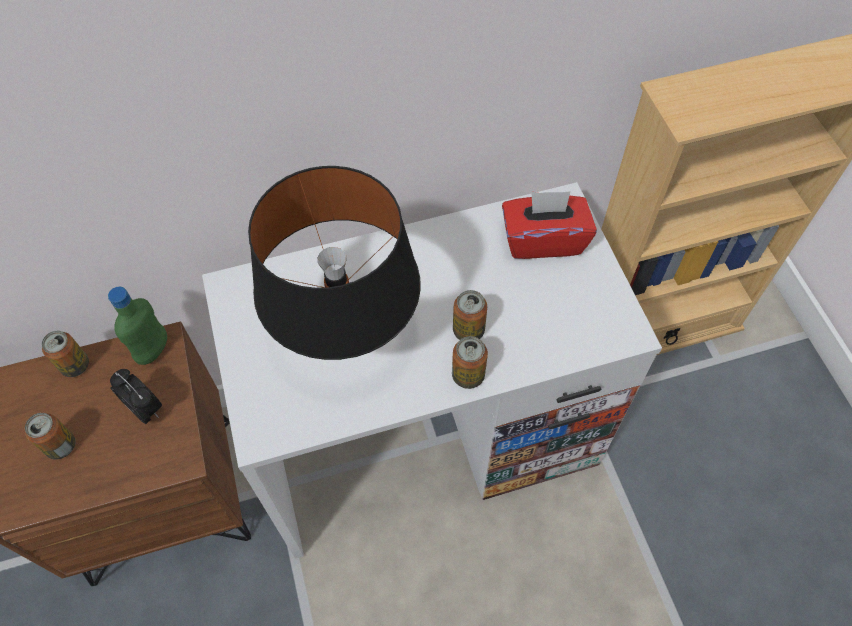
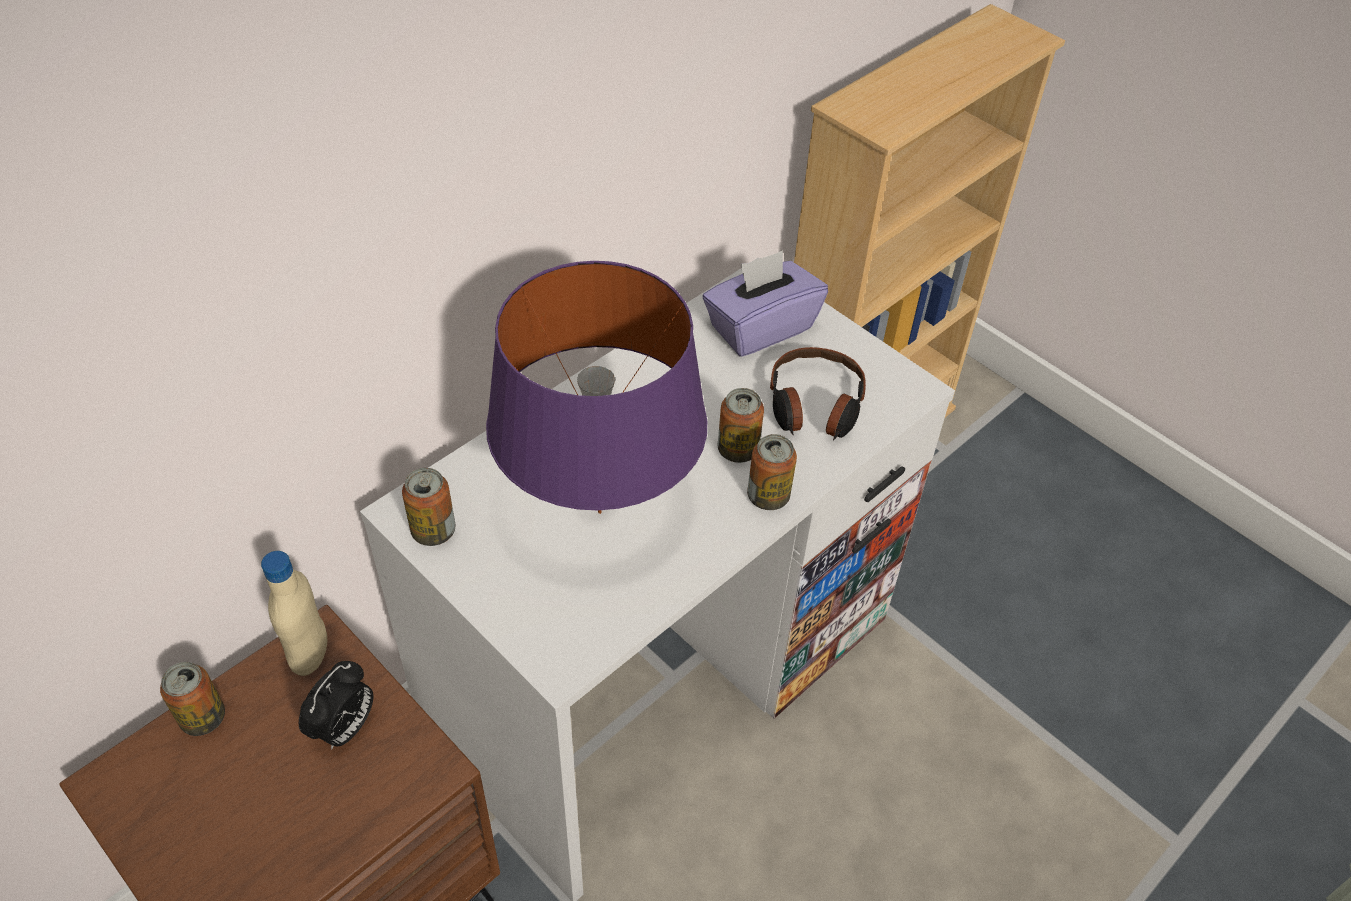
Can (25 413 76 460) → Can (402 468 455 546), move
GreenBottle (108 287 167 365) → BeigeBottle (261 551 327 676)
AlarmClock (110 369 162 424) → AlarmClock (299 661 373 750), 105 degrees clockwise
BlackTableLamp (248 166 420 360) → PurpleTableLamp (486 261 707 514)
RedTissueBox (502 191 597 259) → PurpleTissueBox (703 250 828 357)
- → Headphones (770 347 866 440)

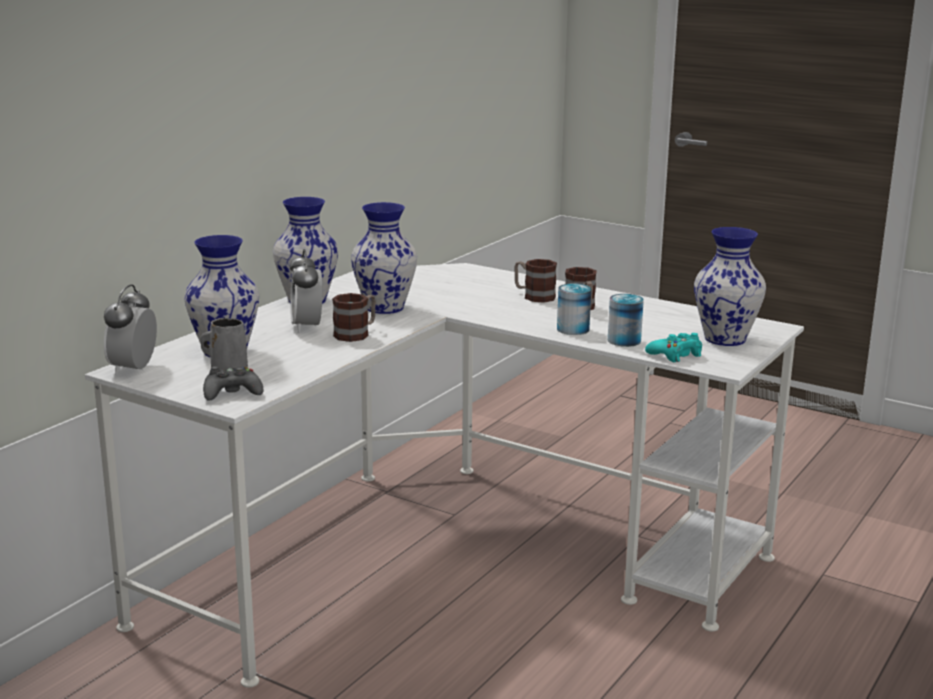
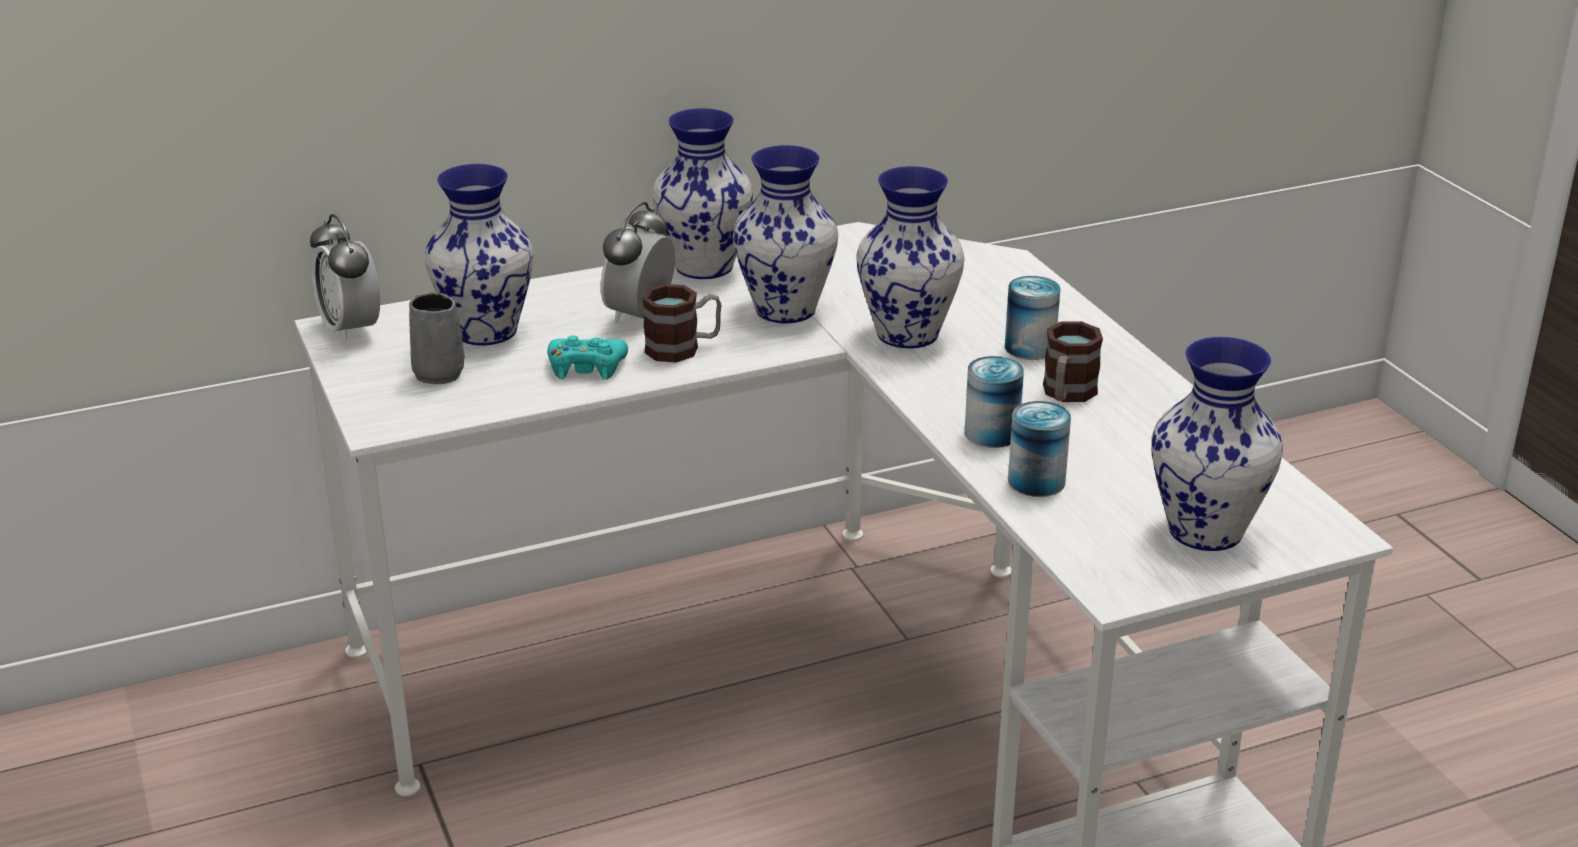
AlarmClock (104 284 157 375) → AlarmClock (310 214 380 343), 75 degrees counterclockwise
BlackGameController (203 366 264 401) → -
Mug (514 259 557 303) → Can (1005 276 1060 360)
TurquoiseGameController (645 333 702 362) → TurquoiseGameController (547 335 628 380), move
- → Vase (856 166 965 348)

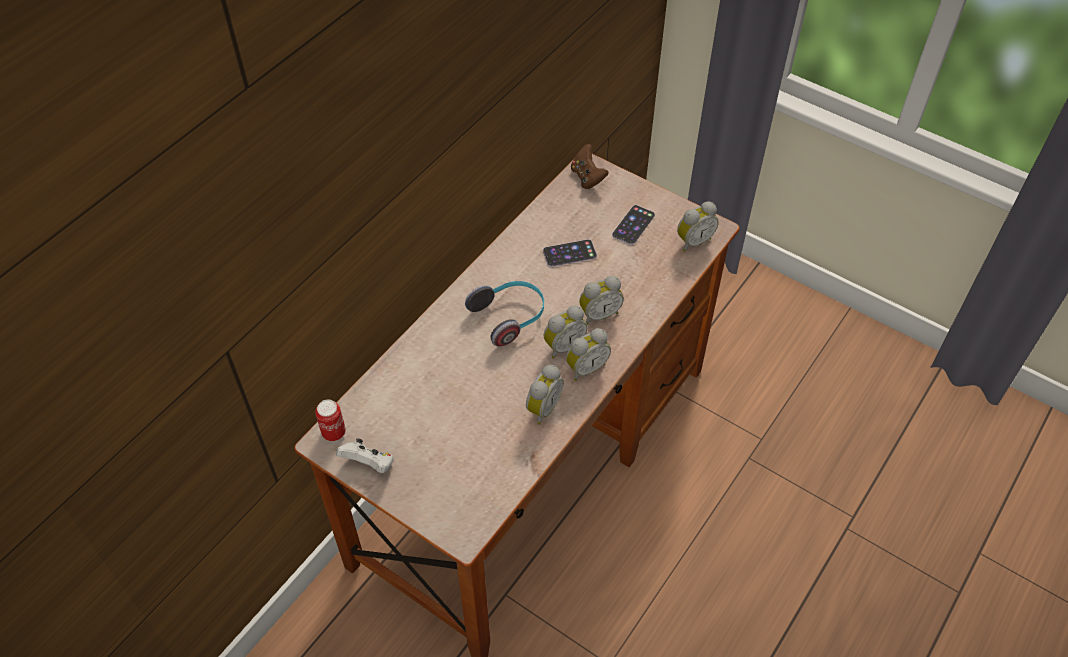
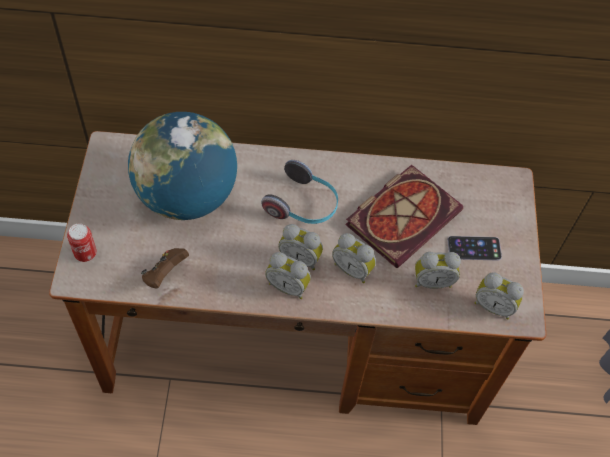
Can (315 399 346 441) → Can (67 223 97 262), move
WhiteGameController (336 438 394 473) → -
AlarmClock (526 365 564 425) → AlarmClock (415 252 461 289), move
Phone (543 239 597 267) → Book (345 165 463 268)
BrownGameController (571 144 609 189) → BrownGameController (141 248 189 289), move
- → Globe (128 112 237 220)

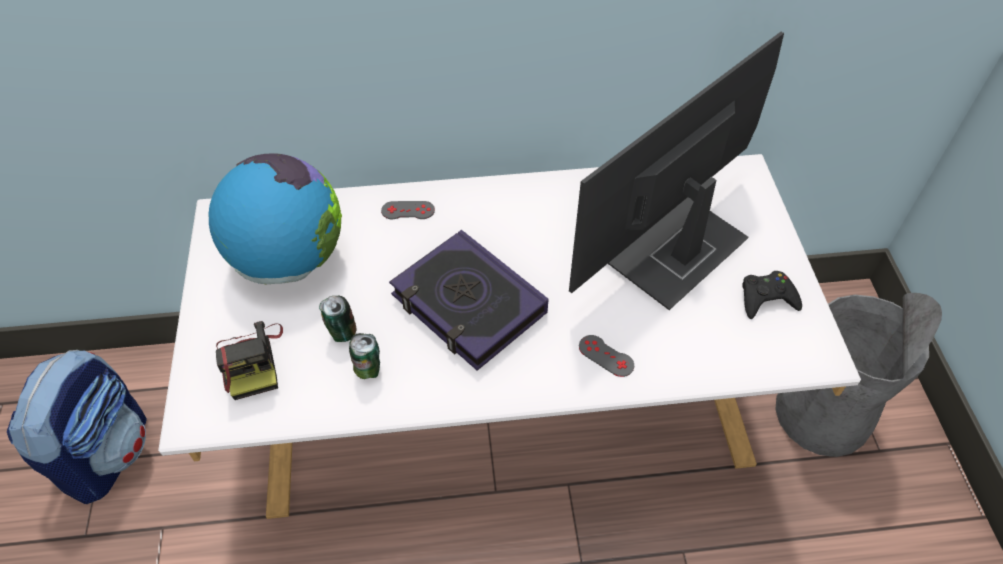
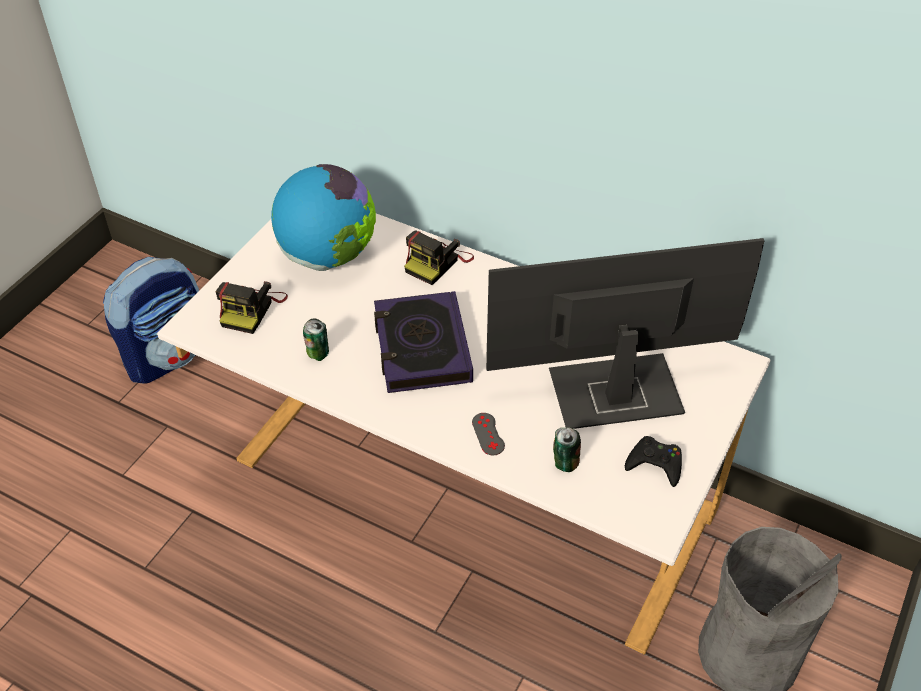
Can (319 296 356 342) → Can (553 427 581 472), move
GreyGameController (381 201 435 219) → PhotoCamera (404 231 474 285)

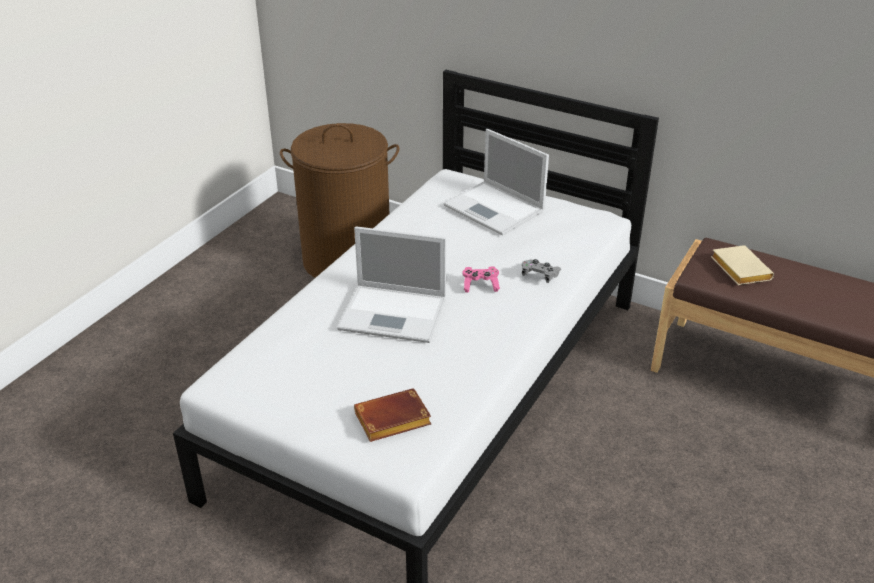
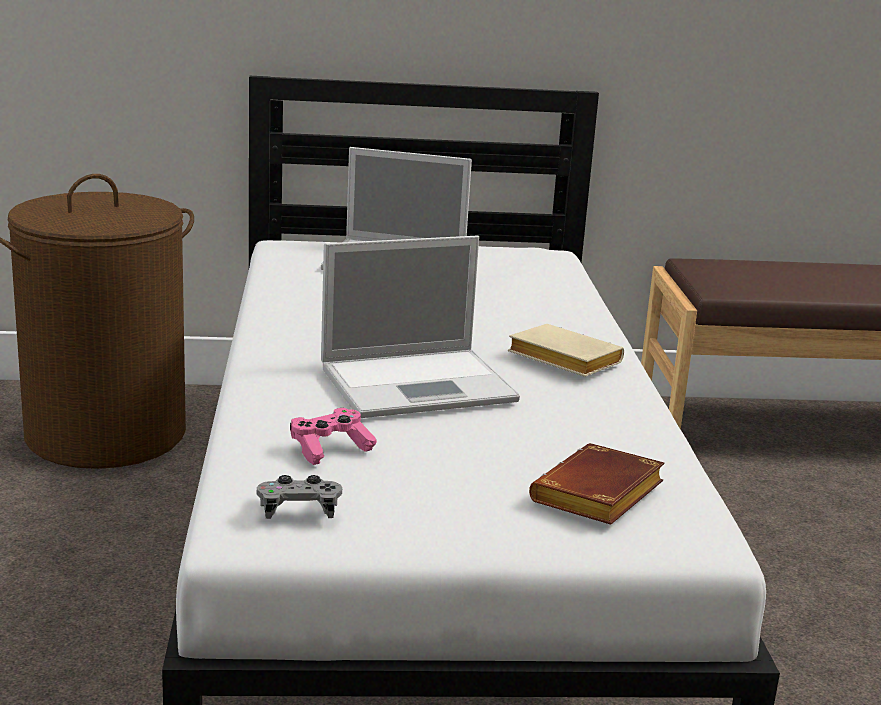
PinkGameController (462 266 500 292) → PinkGameController (290 408 377 465), move
GreyGameController (522 259 561 283) → GreyGameController (257 475 342 519), move
BeigeBook (711 245 774 285) → BeigeBook (508 324 624 377), move

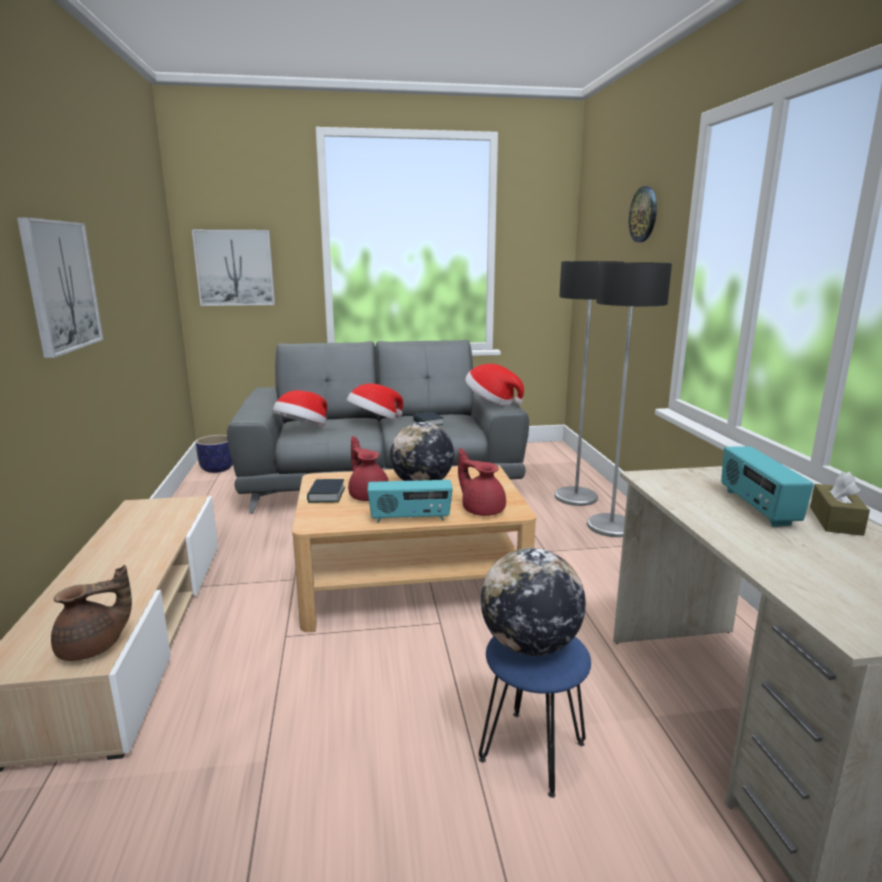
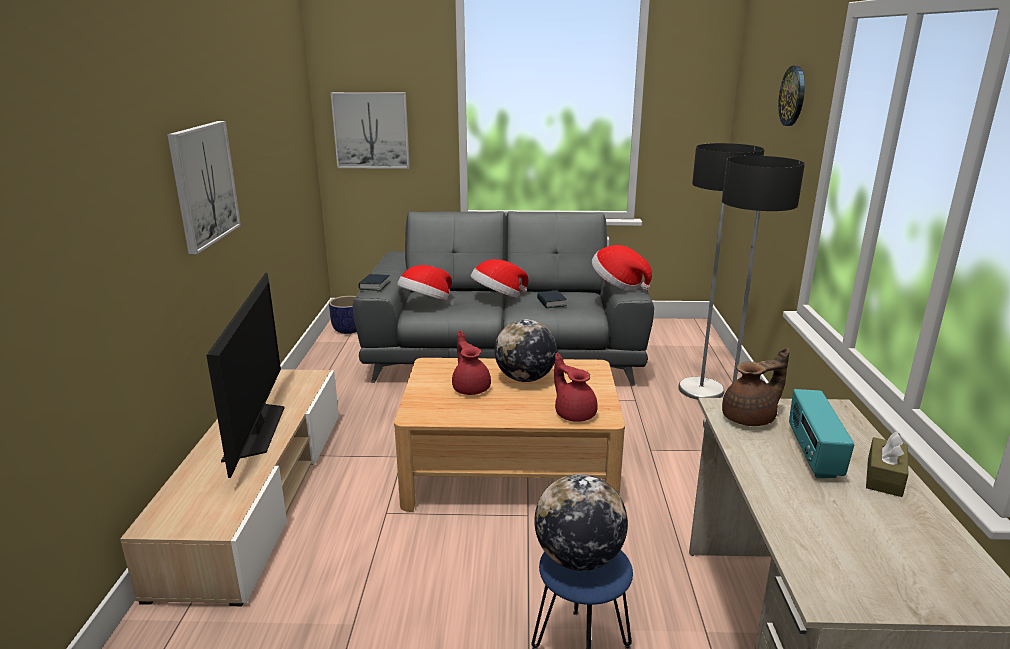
BrownTeapot (51 565 132 661) → BrownTeapot (722 347 790 426), move
Book (307 479 345 503) → Book (359 274 391 291), move
Radio (367 480 453 522) → -
- → Television (206 273 285 478)

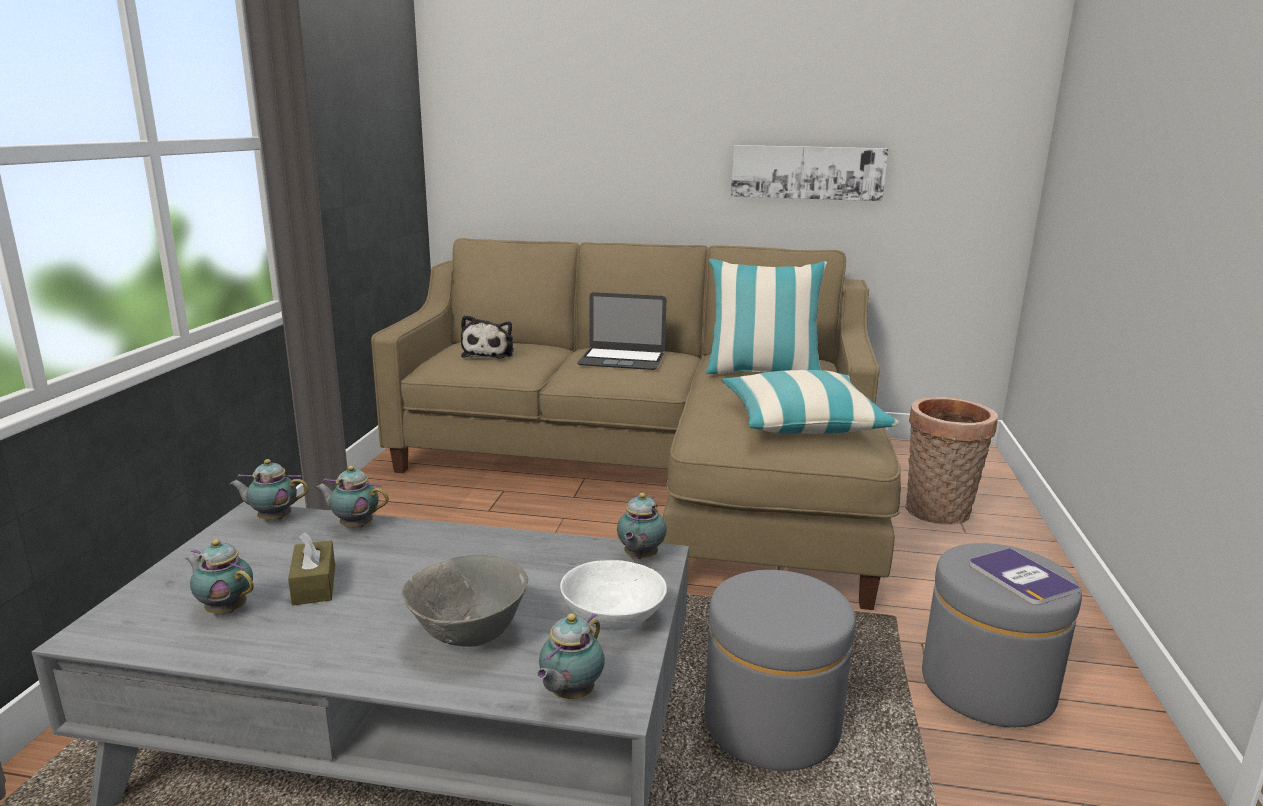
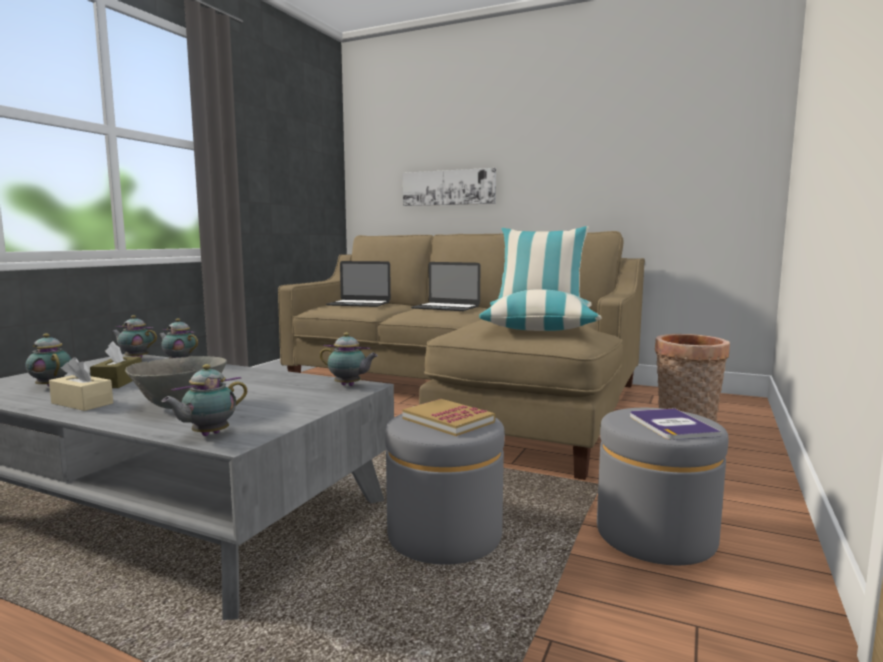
PlushToy (461 315 514 359) → Laptop (326 261 391 307)
WhiteBowl (560 560 667 631) → -
Teapot (617 493 667 559) → Teapot (320 332 378 386), 105 degrees counterclockwise
Picture (731 145 888 201) → Picture (403 168 496 206), move
- → BeigeTissueBox (49 357 113 411)
- → Book (402 399 495 436)

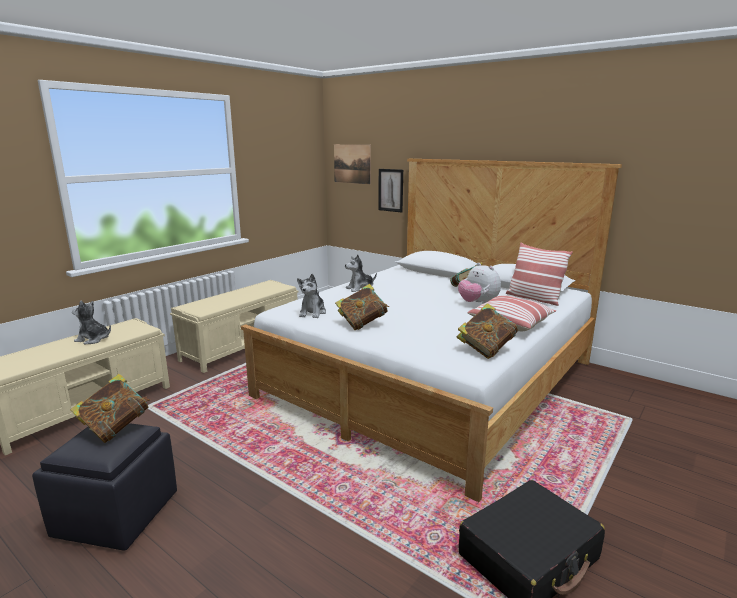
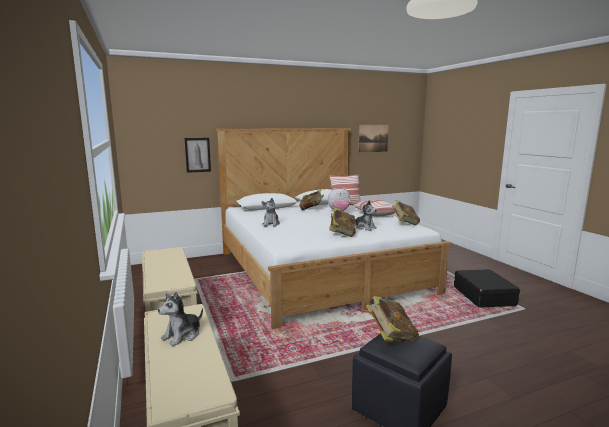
PlushToy (297 274 326 318) → PlushToy (355 200 377 231), move
Picture (334 144 371 184) → Picture (358 125 389 153), move

